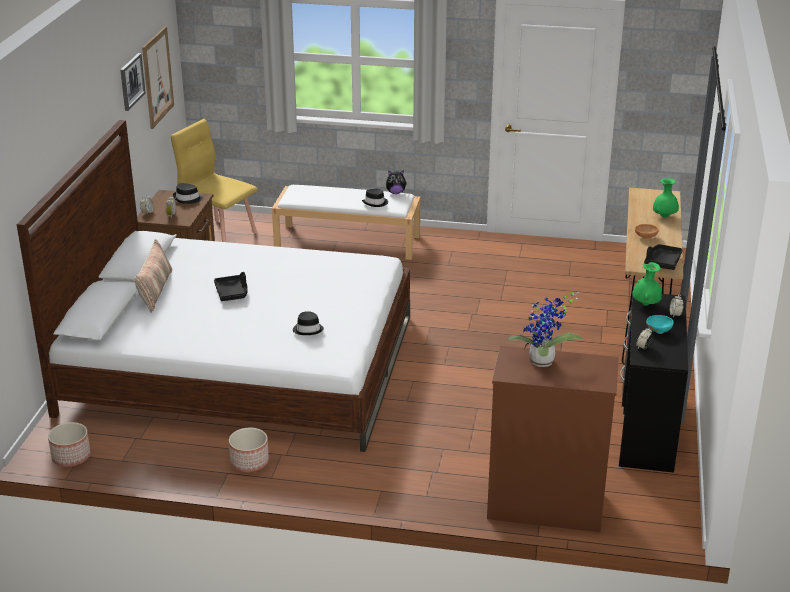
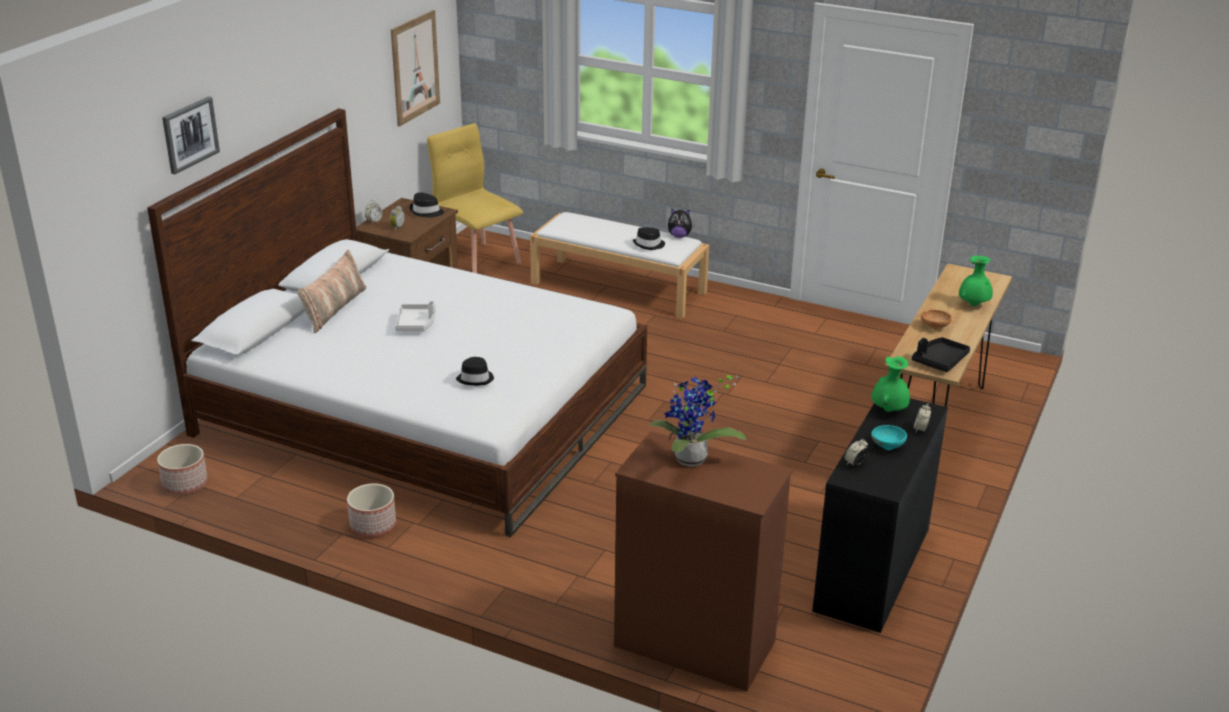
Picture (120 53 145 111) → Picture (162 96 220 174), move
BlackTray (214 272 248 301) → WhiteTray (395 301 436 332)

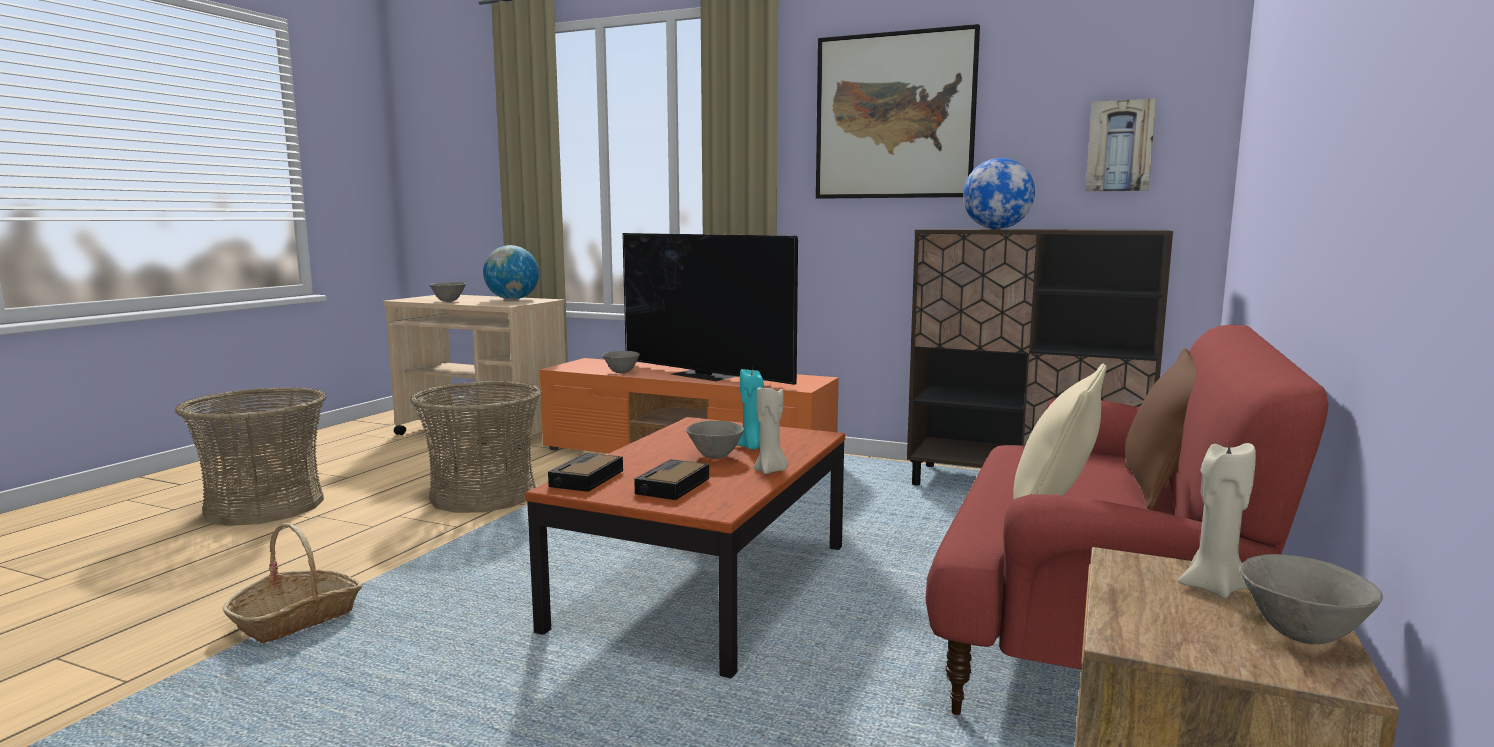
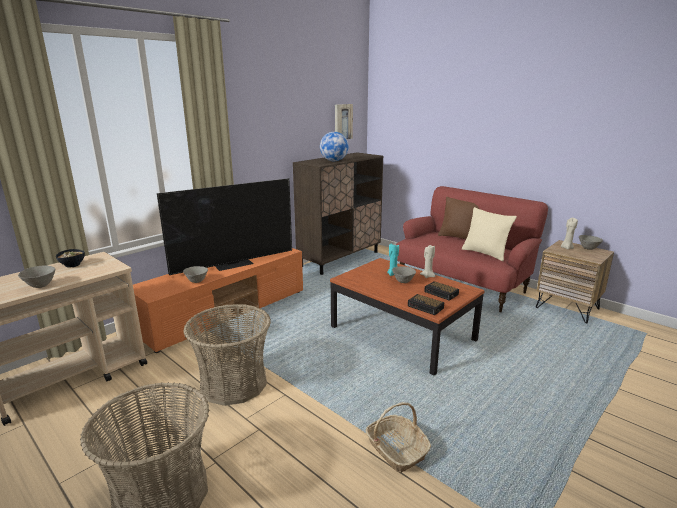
Globe (483 245 539 300) → Bowl (56 249 85 268)
Picture (816 24 980 199) → -

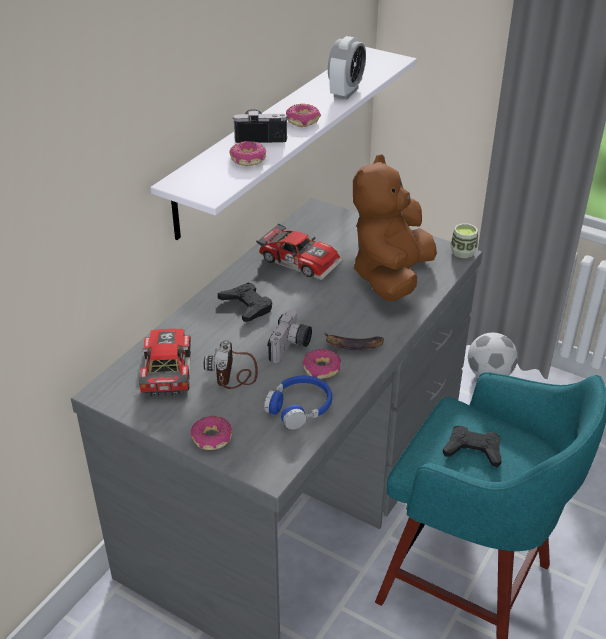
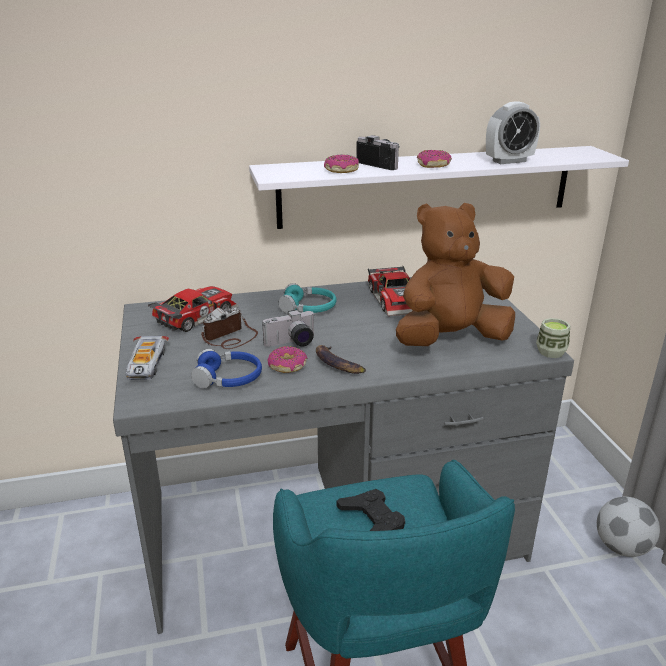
Donut (190 416 232 450) → ToyCar (126 336 169 380)
BlackGameController (218 283 272 322) → TurquoiseHeadphones (279 283 337 314)

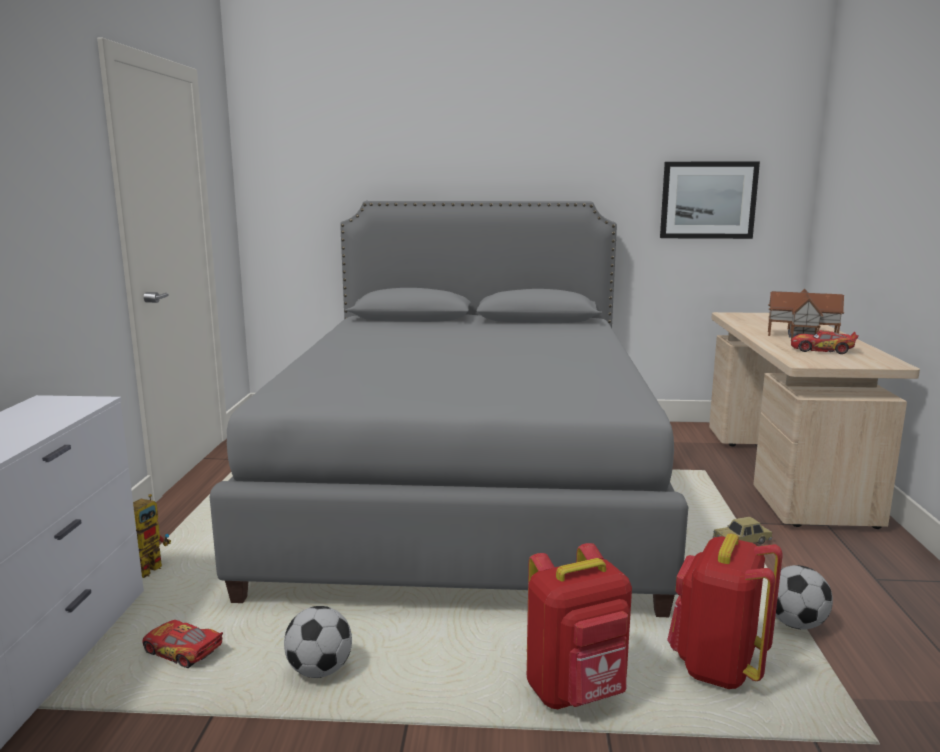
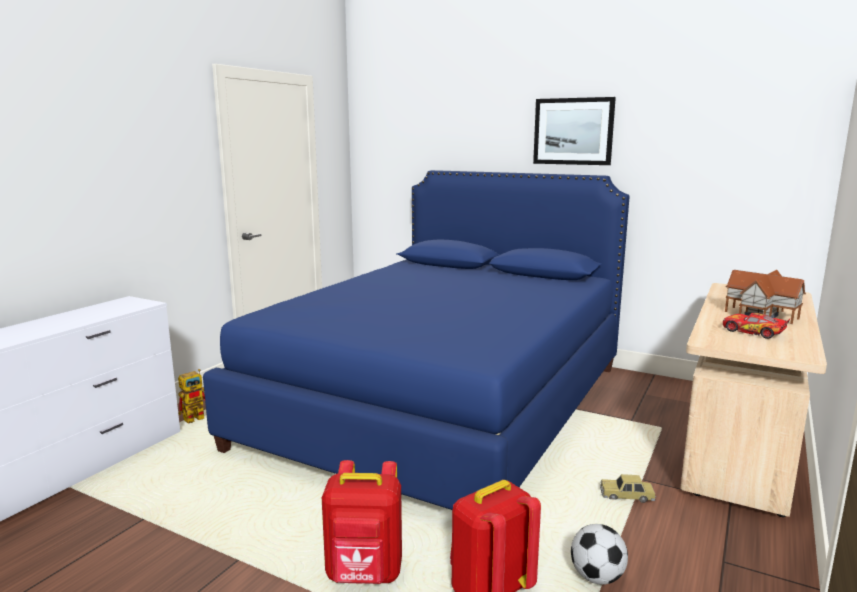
ToyCar (142 620 223 668) → -
GreyBed (210 201 688 617) → BlueBed (203 170 630 510)
Football (284 606 352 678) → -
Picture (660 162 760 239) → Picture (533 97 616 165), move

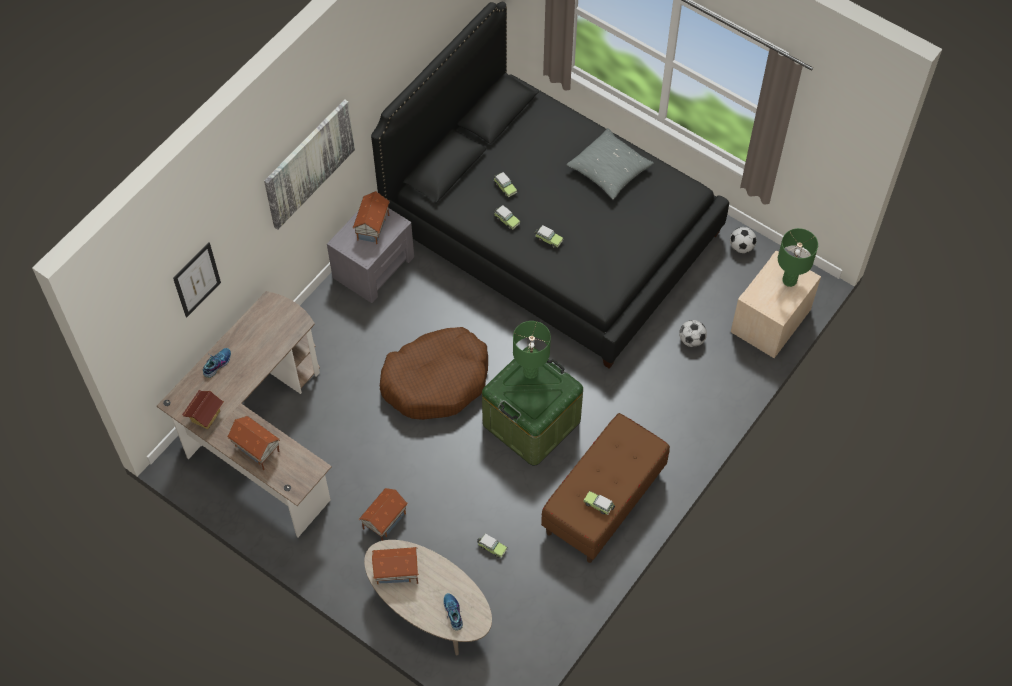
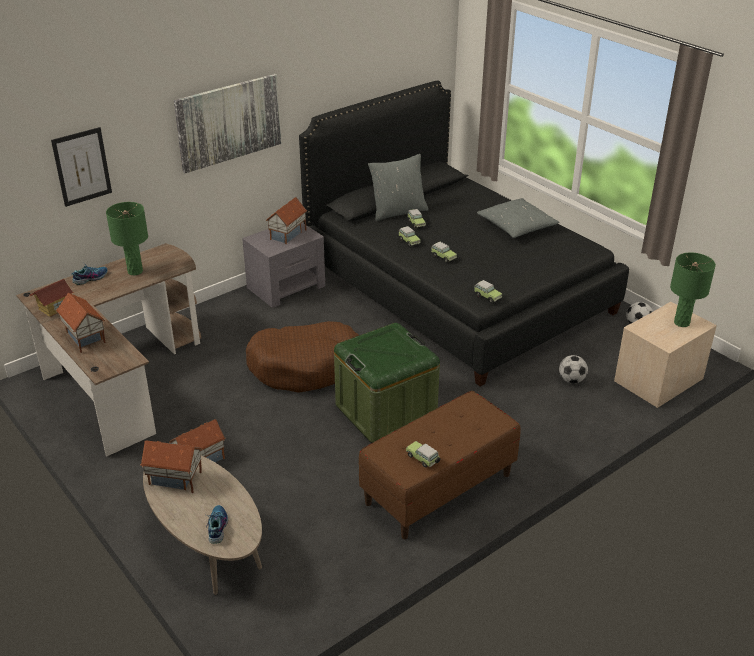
ToyCar (477 534 507 558) → ToyCar (474 280 502 303), move
GreenTableLamp (513 321 551 379) → GreenTableLamp (106 202 148 276), move
- → GreyPillow (368 154 428 221)

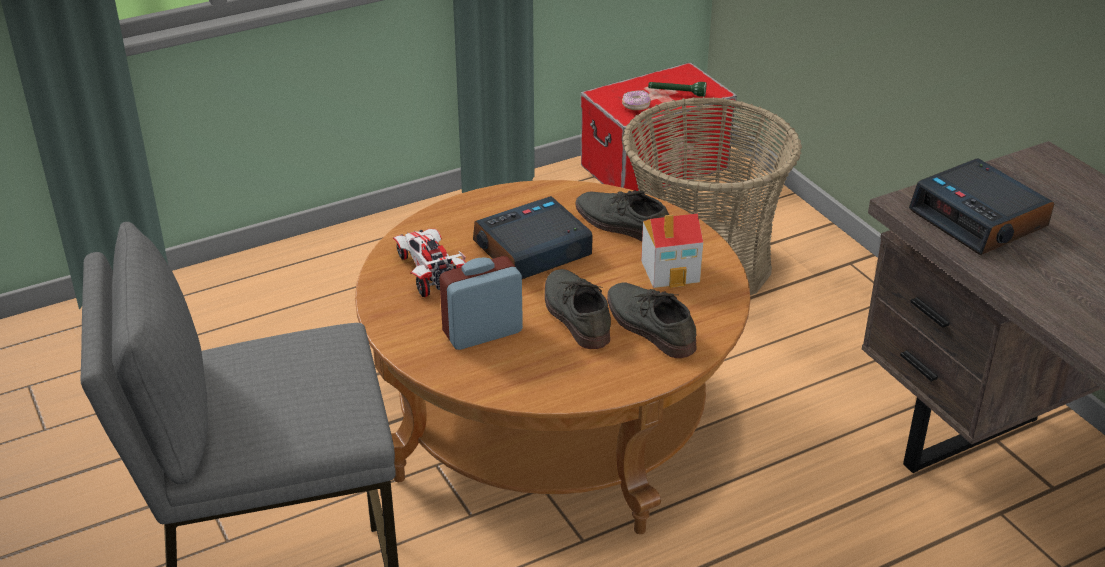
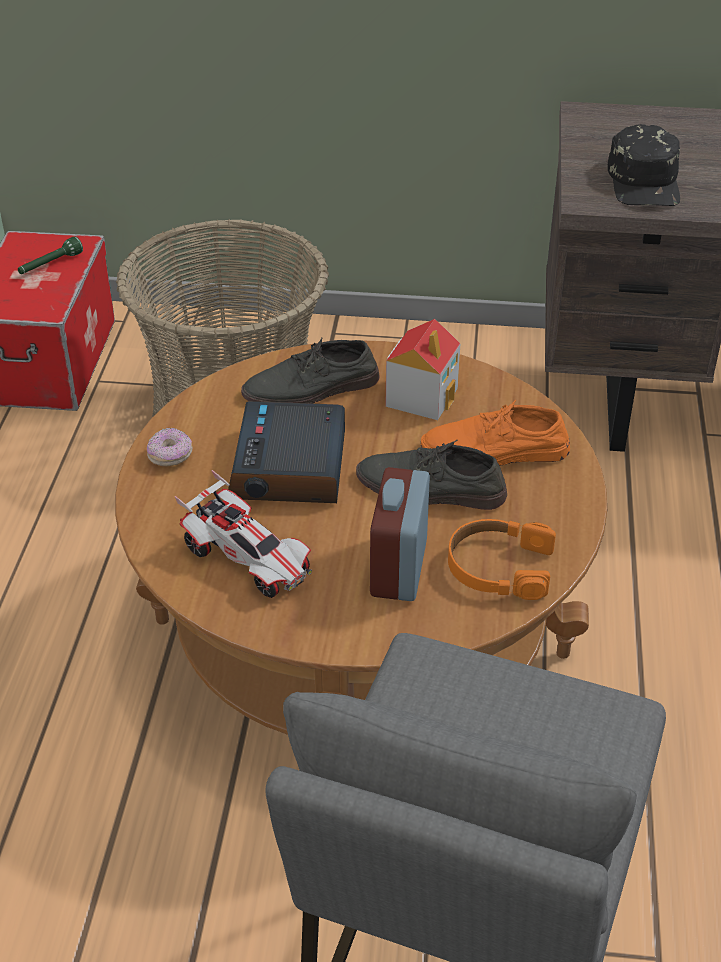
ToyCar (393 229 466 297) → ToyCar (174 470 312 598), 150 degrees counterclockwise
GreyShoe (607 283 697 358) → OrangeShoe (421 400 570 466)
Donut (622 90 651 110) → Donut (147 428 192 467), move
AlarmClock (909 158 1054 255) → BlackCap (608 124 680 206)
- → OrangeHeadphones (448 519 556 600)

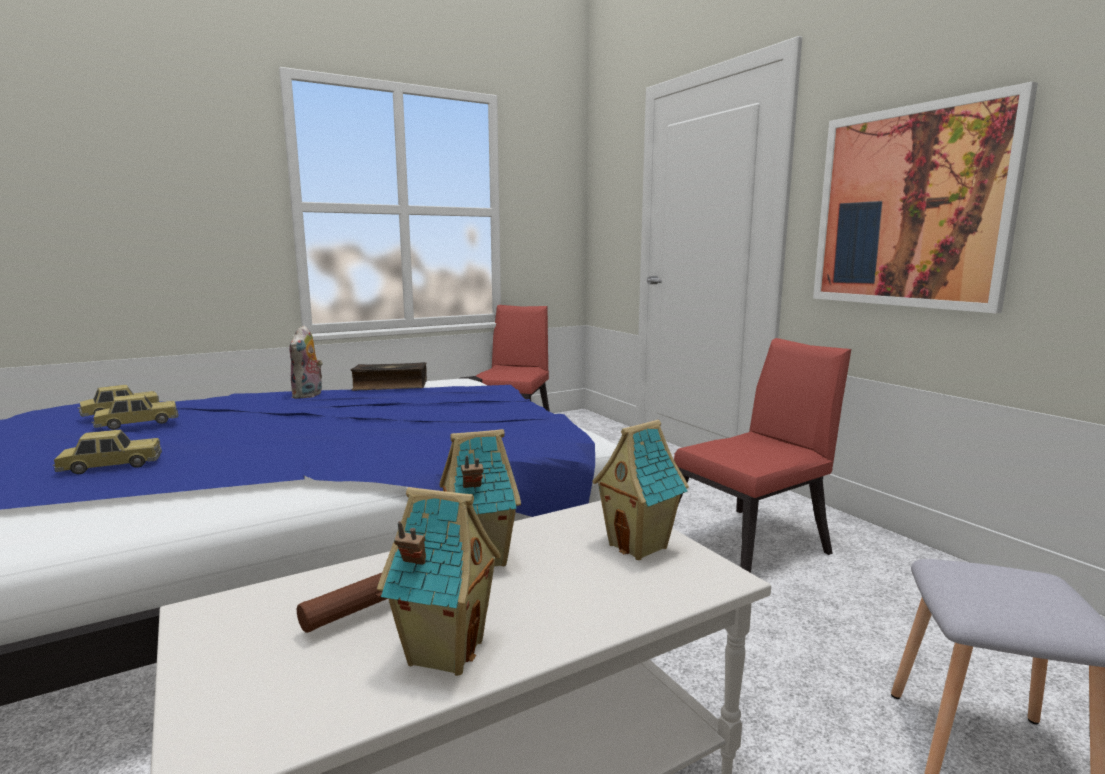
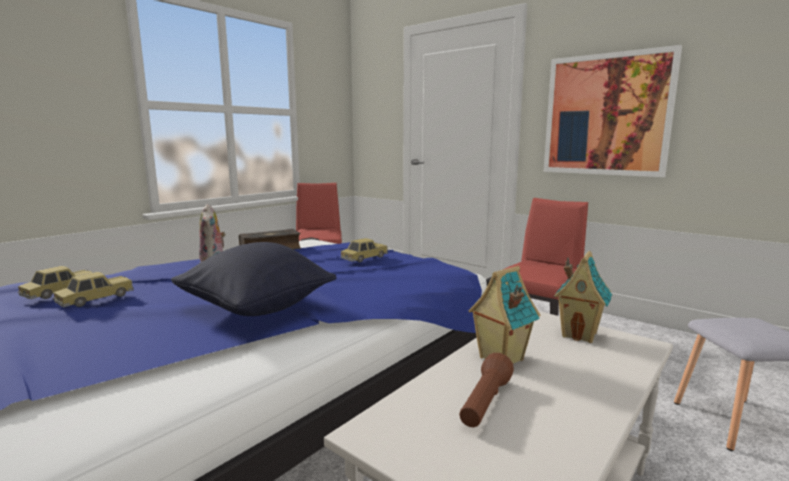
ToyCar (52 430 162 474) → ToyCar (341 238 388 262), move
ToyHouse (377 487 501 676) → -
- → BlackPillow (171 242 337 316)

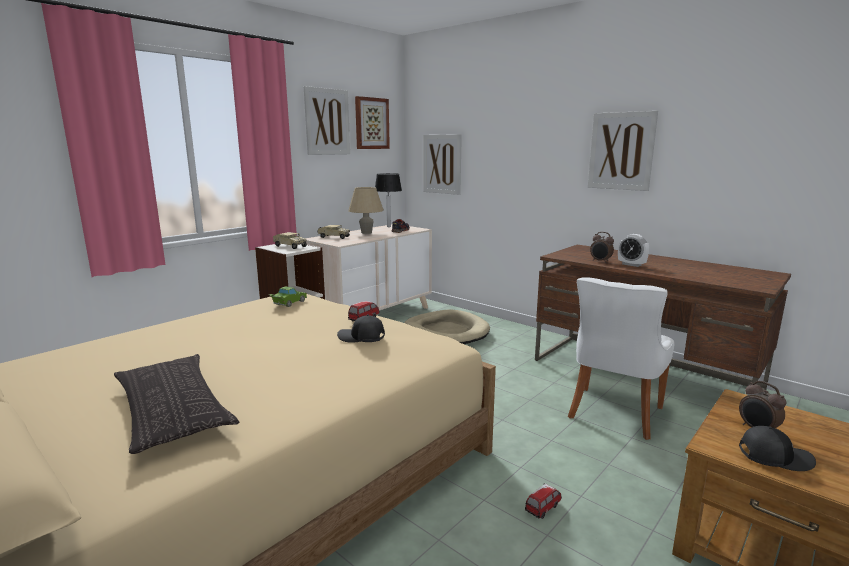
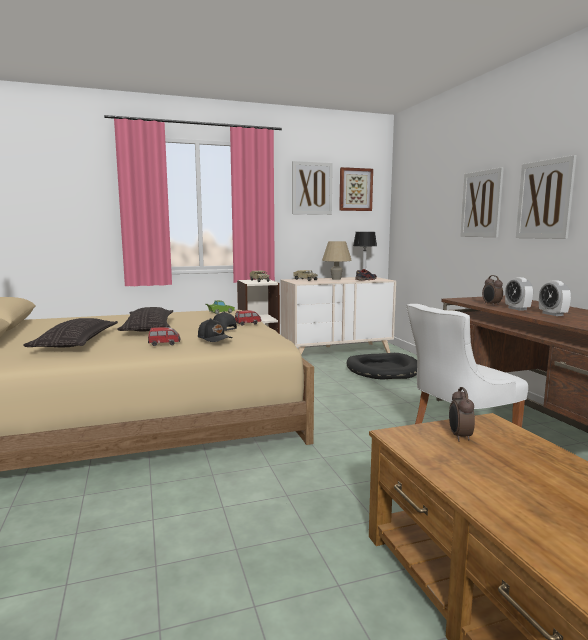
BeigeDogBed (404 309 490 344) → BlackDogBed (347 353 417 380)
Picture (423 134 462 195) → Picture (460 167 504 237), move
ToyCar (525 483 562 519) → ToyCar (148 327 180 346), move
BlackCap (739 426 816 471) → BlackCap (198 318 233 342), move
- → Pillow (118 307 173 331)
- → AlarmClock (539 280 571 316)

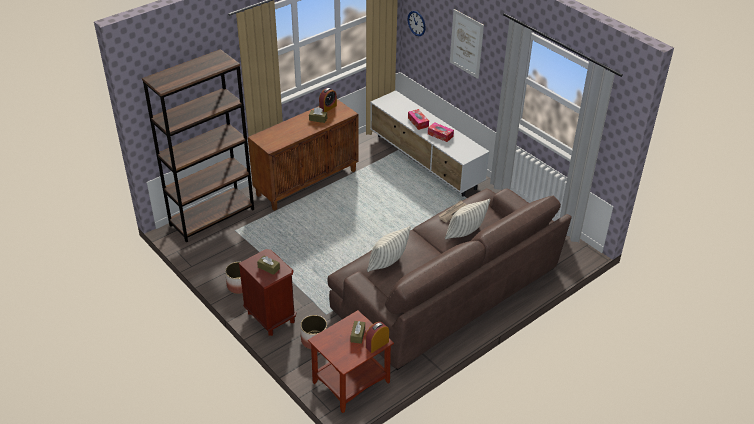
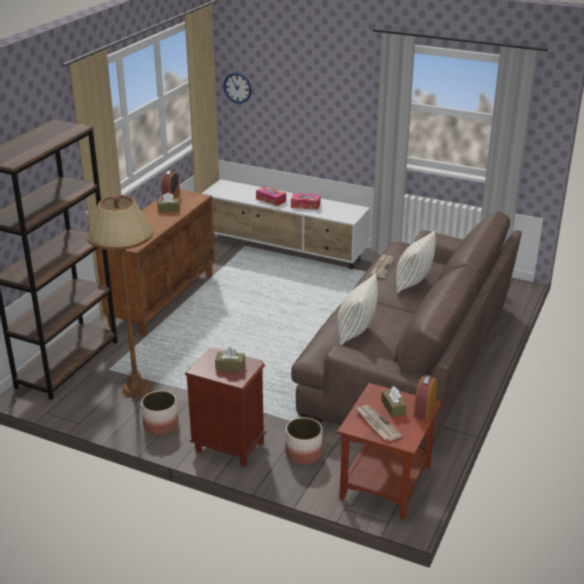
Picture (450 9 484 79) → -
- → BrownFloorLamp (86 195 154 398)
- → Newspaper (355 405 402 441)

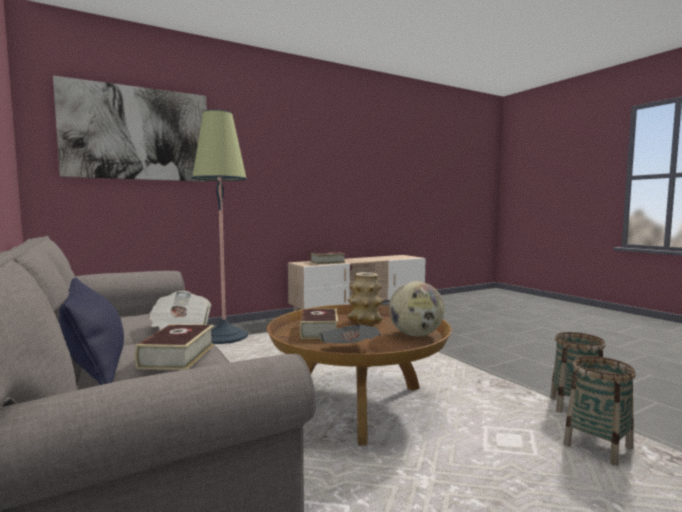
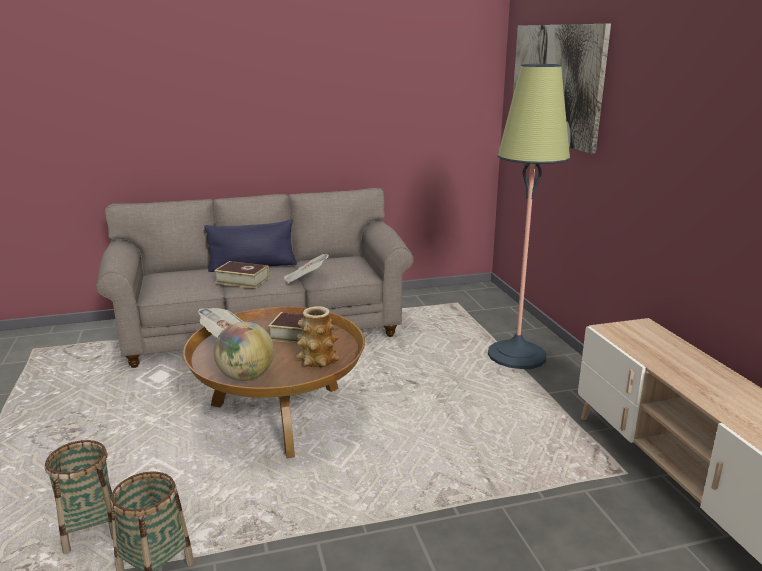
Book (311 252 345 264) → -

